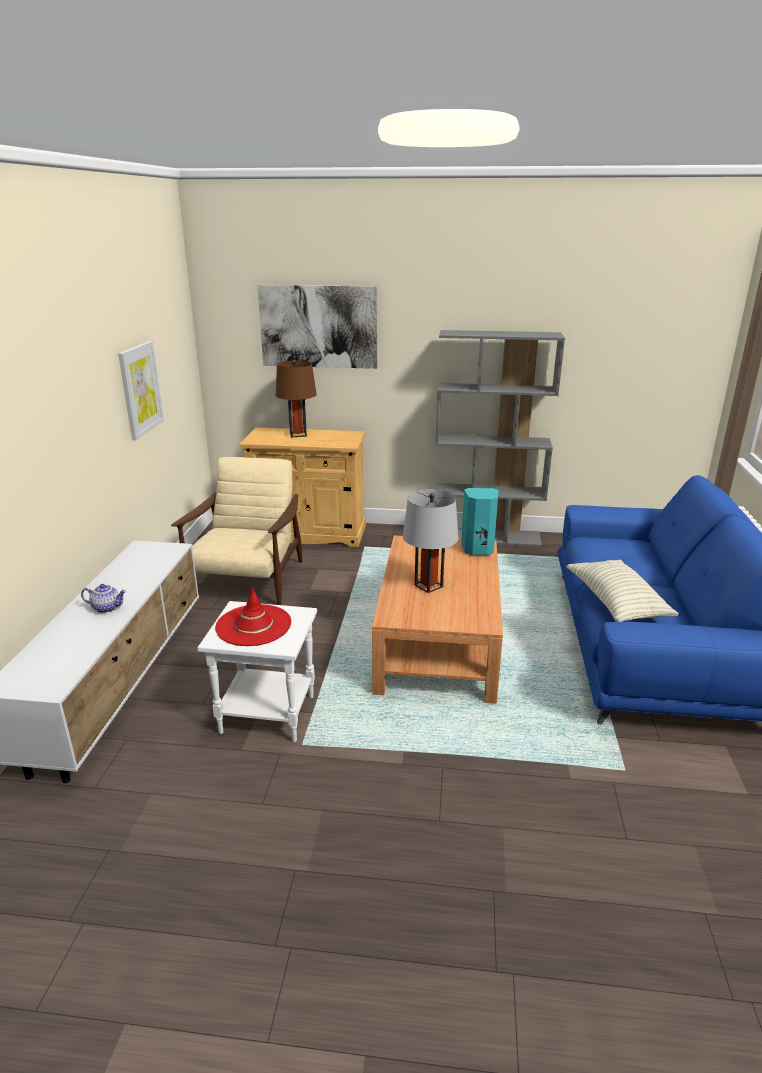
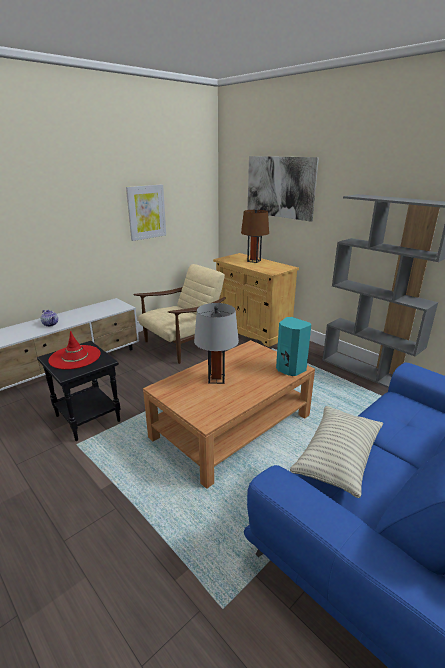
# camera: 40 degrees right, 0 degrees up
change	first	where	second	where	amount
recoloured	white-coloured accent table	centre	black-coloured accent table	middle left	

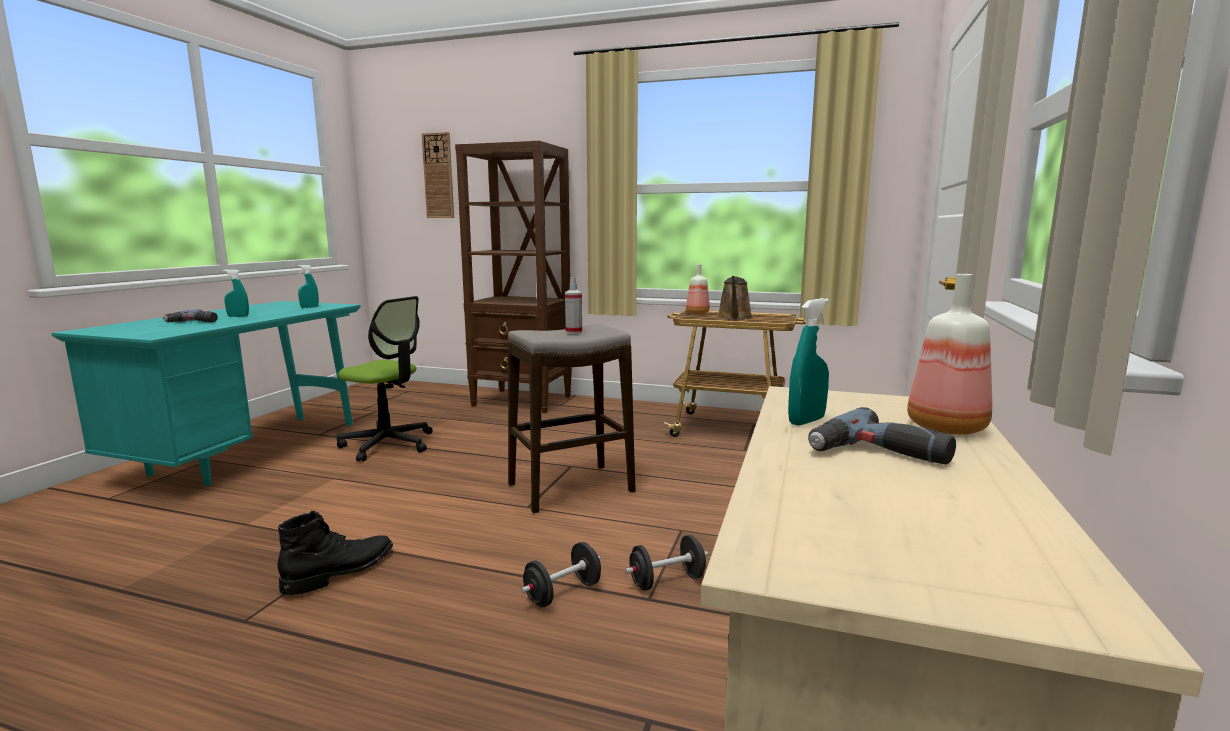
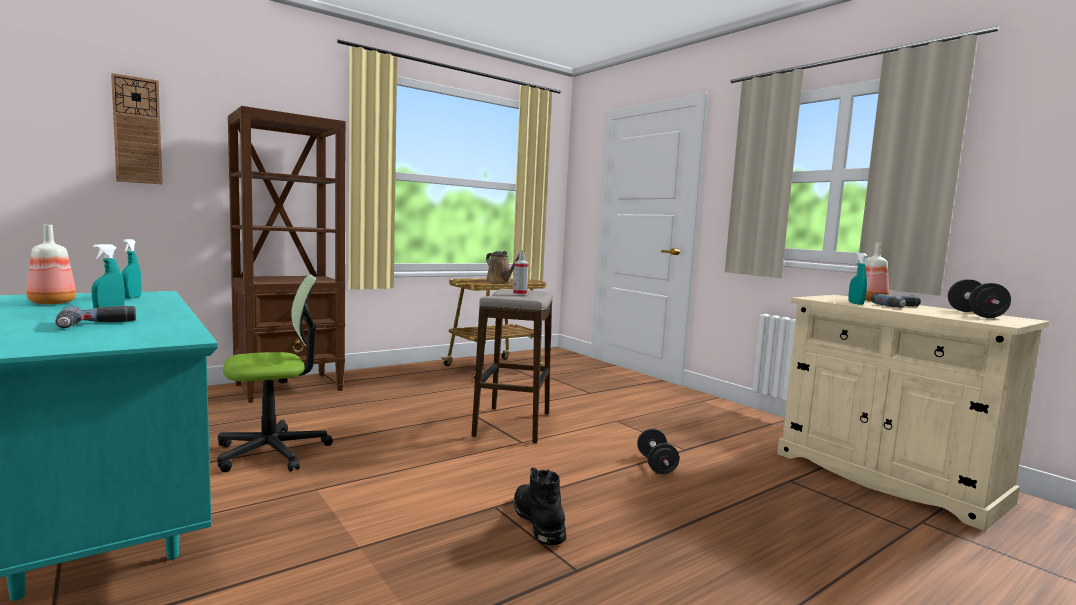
# camera: 55 degrees left, 5 degrees down
change	first	where	second	where	amount
moved	drink bottle (1st from left)	centre		middle left	
moved	black-coloured dumbbell (2nd from left)	bottom centre		middle right	

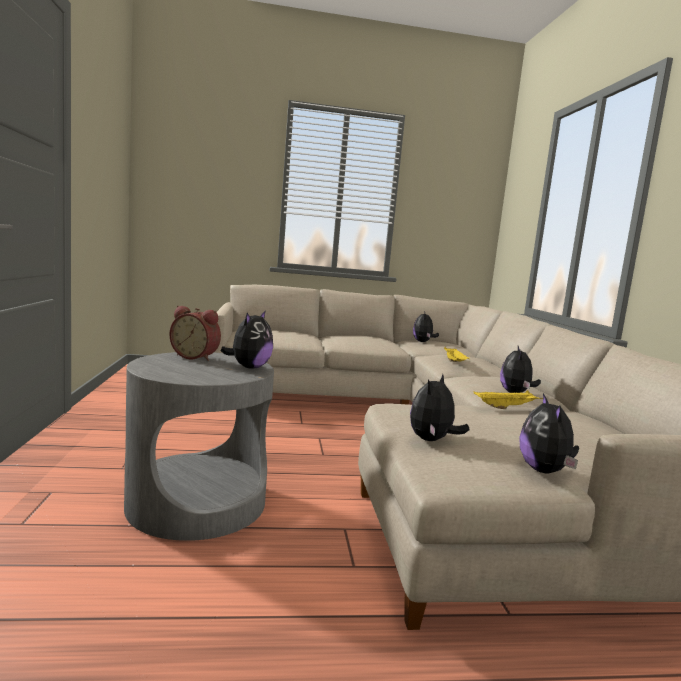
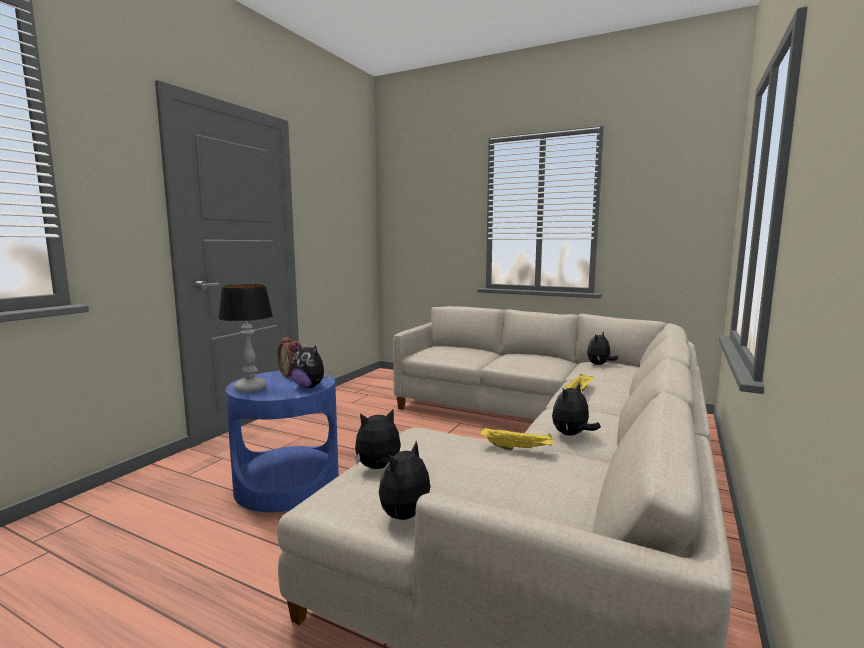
# camera: 35 degrees right, 0 degrees up
change	first	where	second	where	amount
added			table lamp	middle left	
recoloured	gray accent table	middle left	bluish accent table	bottom left	
turned	soft toy (1st from left)	centre		centre	60 degrees clockwise

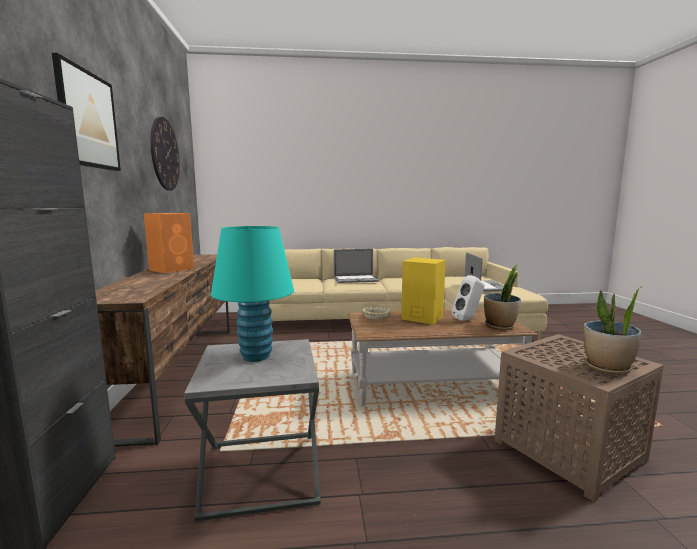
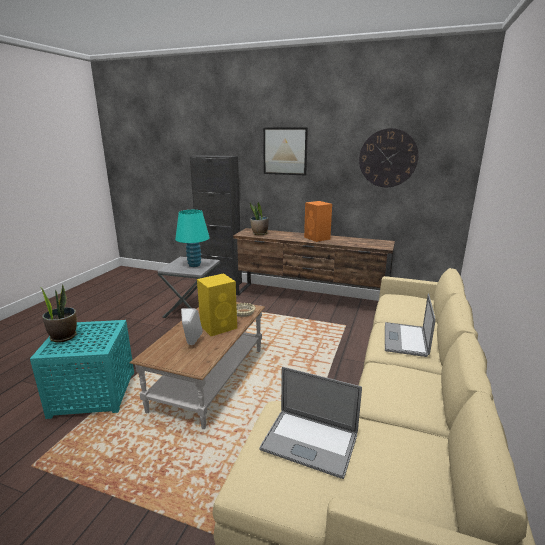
# camera: 115 degrees right, 10 degrees up
change	first	where	second	where	amount
recoloured	brown-coloured accent table	bottom right	blue-green accent table	bottom left	
moved	houseplant (1st from left in the first image)	middle right	houseplant (2nd from left)	centre	

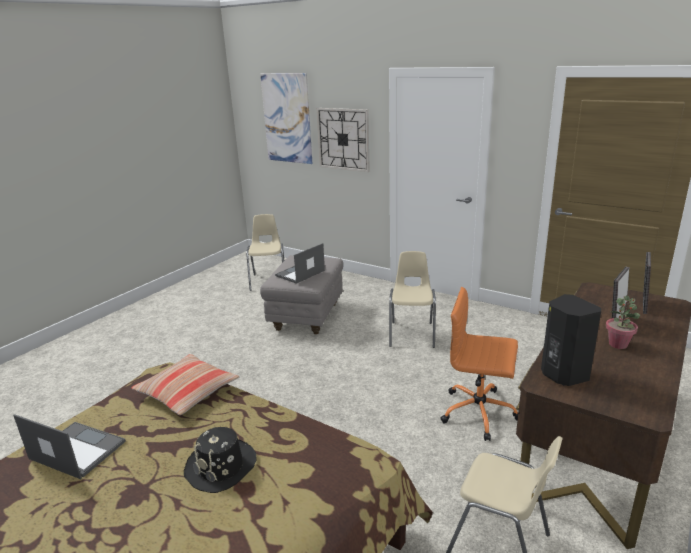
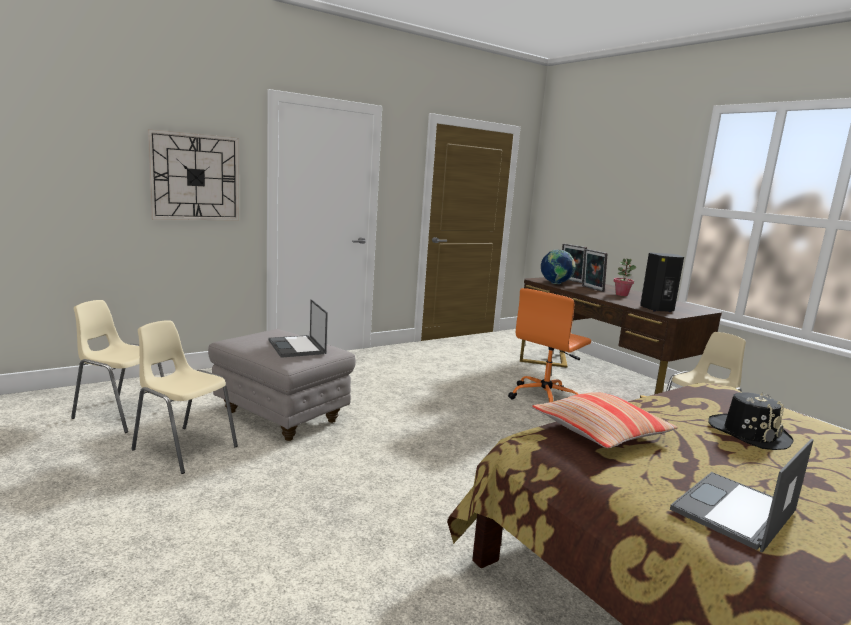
# camera: 70 degrees left, 10 degrees down
change	first	where	second	where	amount
moved	sand-coloured chair (2nd from left)	centre		middle left	
added			desk globe	centre	
removed	picture	top centre			

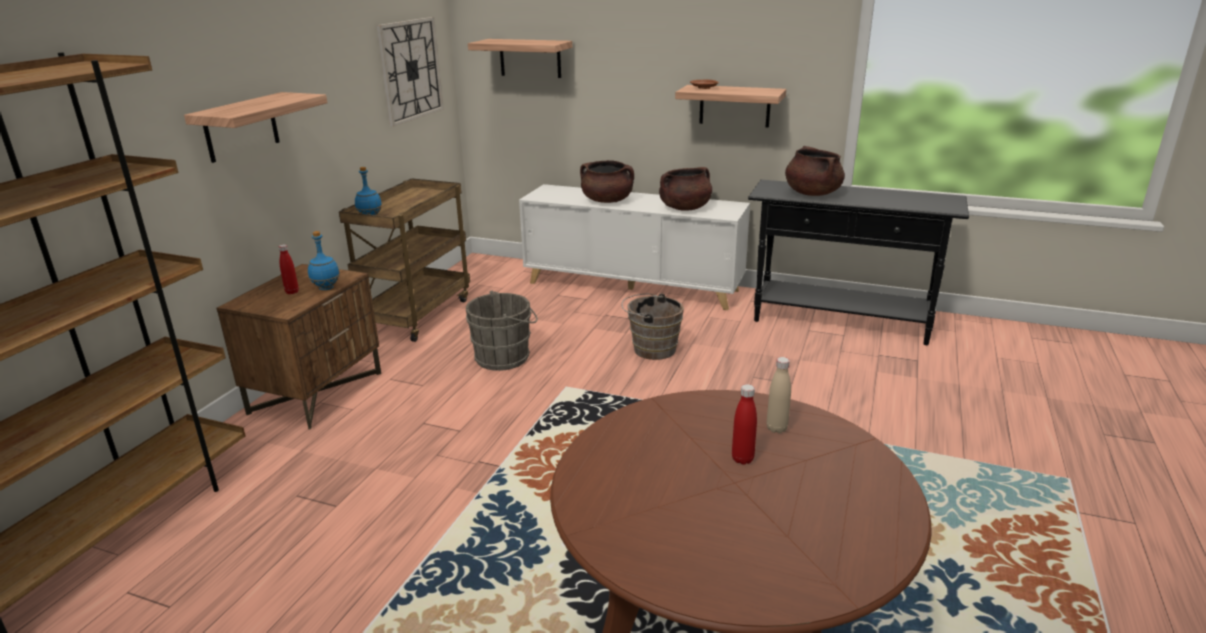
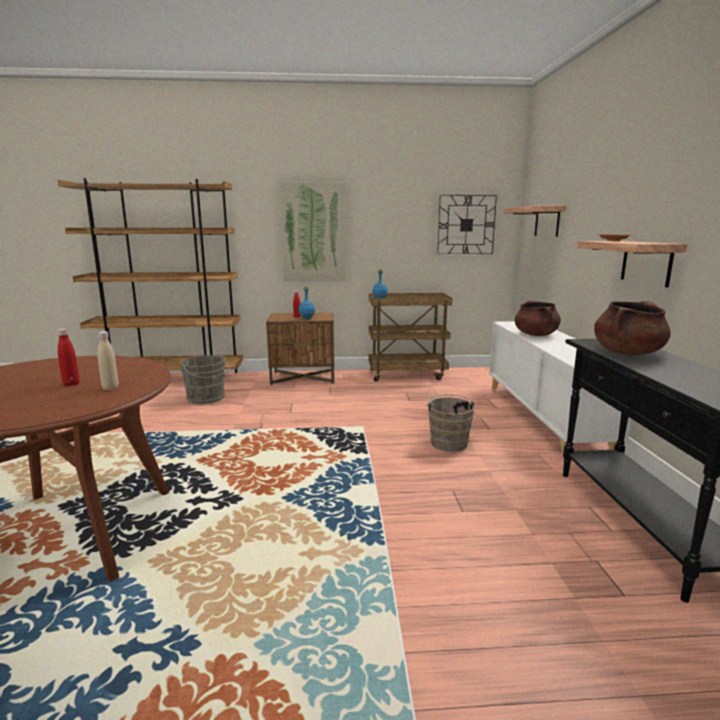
# camera: 65 degrees right, 10 degrees down
change	first	where	second	where	amount
moved	gray bucket	centre		middle left	
replaced	wall shelf (1st from left)	top left	picture	top centre	
removed	brown-coloured stockpot (2nd from left)	top centre			

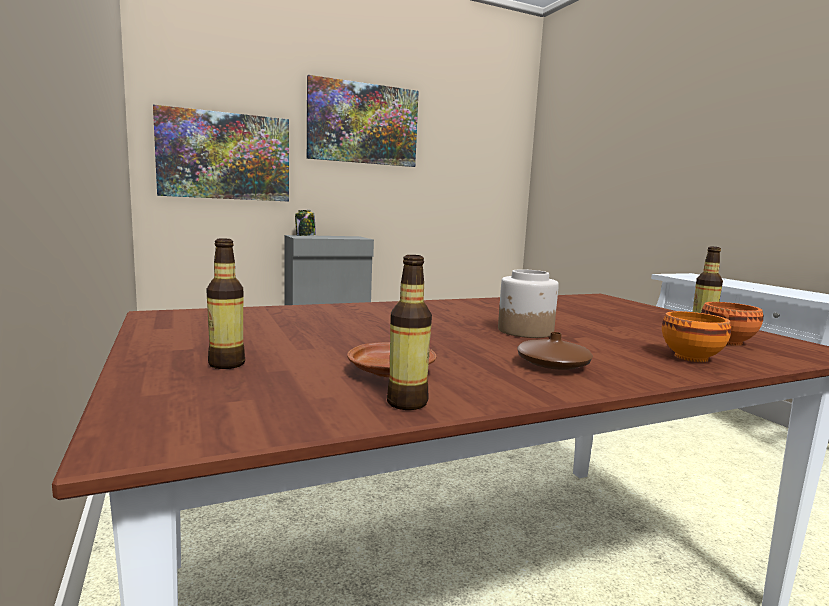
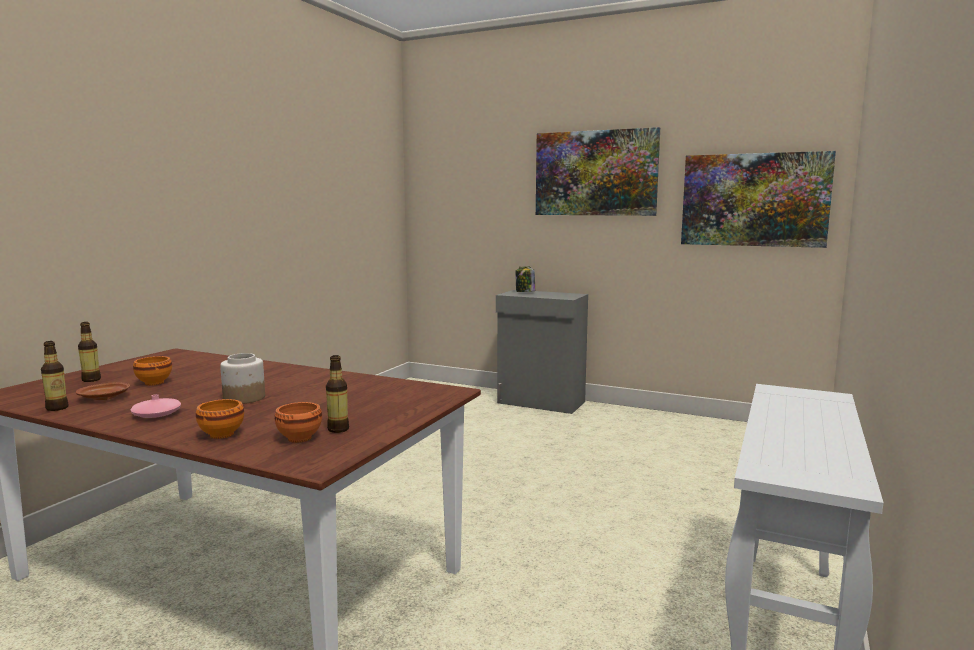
# camera: 50 degrees right, 0 degrees up
change	first	where	second	where	amount
recoloured	brown-coloured vase	middle right	pink-coloured vase	middle left	
added			orange-coloured deep dish (1st from left)	middle left	
moved	picture (1st from left in the first image)	top left	picture (2nd from left)	top right	

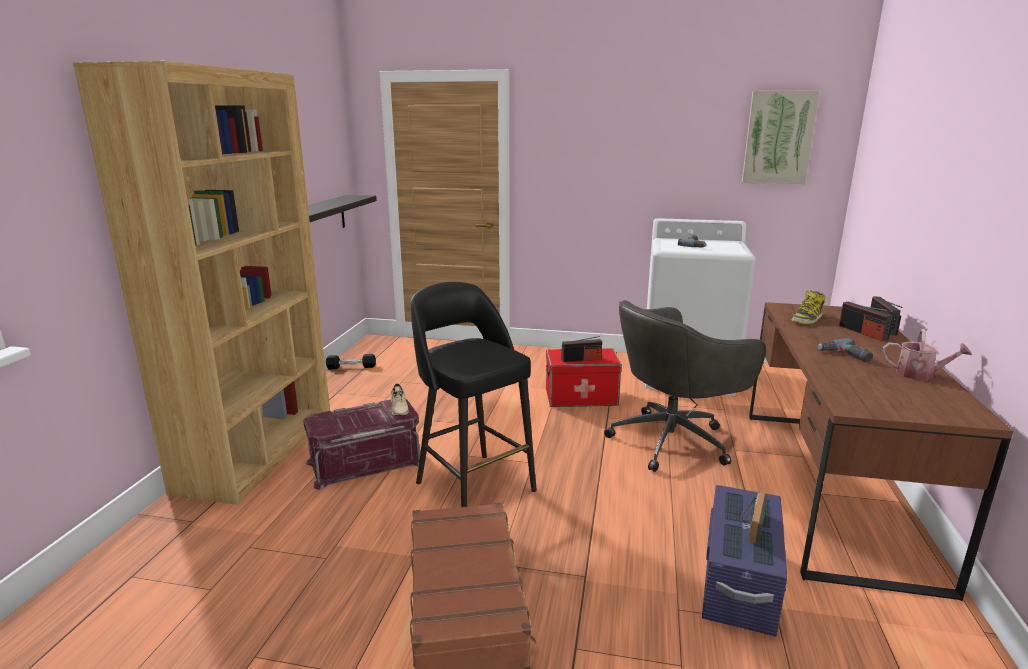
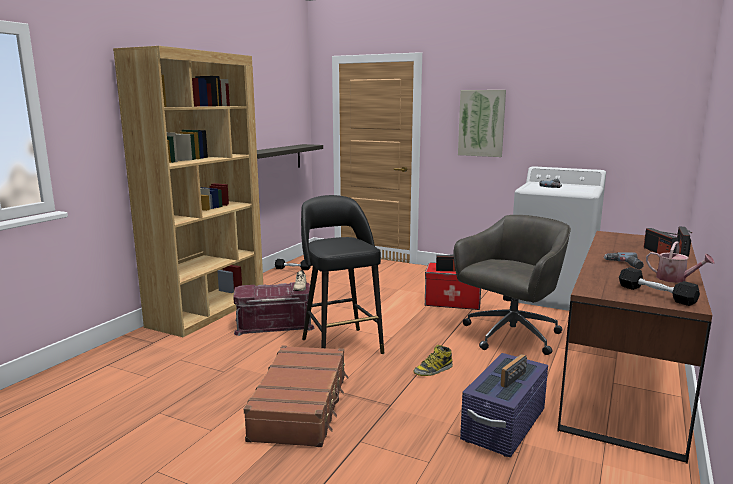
# camera: 15 degrees right, 5 degrees down
change	first	where	second	where	amount
moved	high-top boot	middle right		bottom centre	
turned	gray desk chair	centre		middle right	150 degrees clockwise
moved	picture	top right		top centre	
added			black-coloured dumbbell (2nd from left)	middle right	

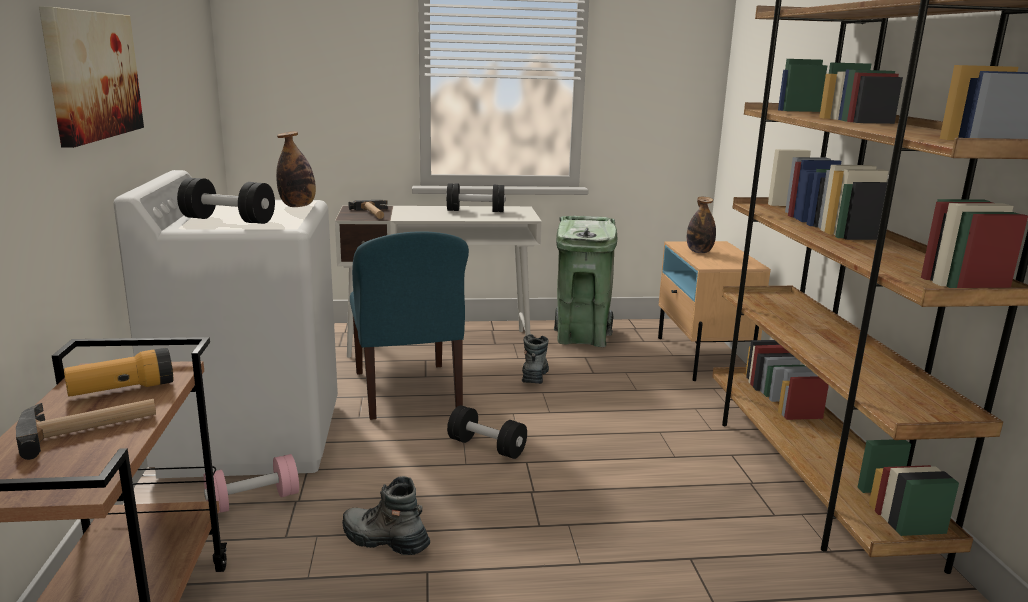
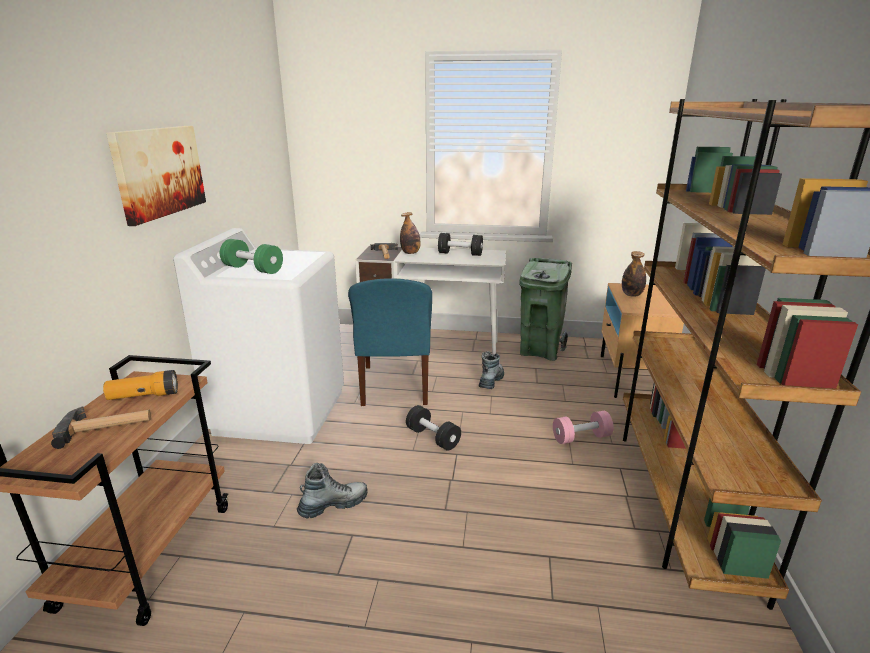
# camera: 15 degrees right, 5 degrees up
change	first	where	second	where	amount
recoloured	black-coloured dumbbell (1st from left)	middle left	greenish dumbbell	middle left	
turned	high-top boot (1st from left)	bottom centre		bottom centre	105 degrees clockwise
moved	drink bottle (1st from left)	top left		centre	
moved	pink-coloured dumbbell	bottom left		middle right	

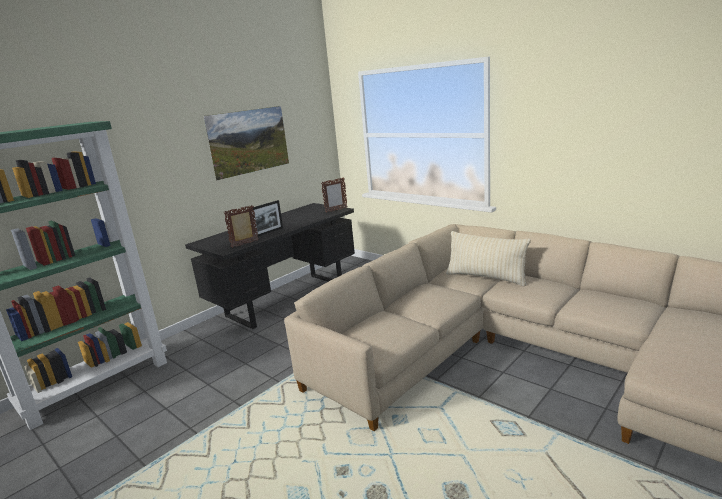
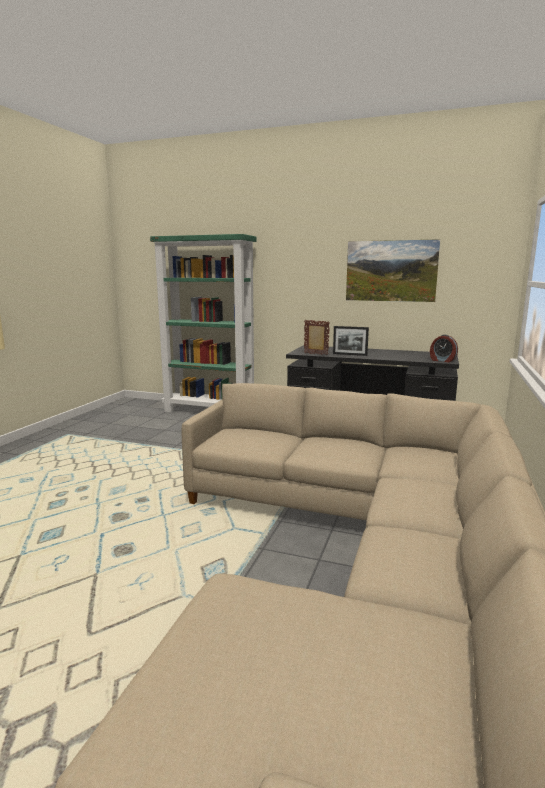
# camera: 65 degrees right, 5 degrees down
change	first	where	second	where	amount
replaced	standing frame (3rd from left)	centre	alarm clock	middle right	
removed	sand-coloured pillow	middle right			

